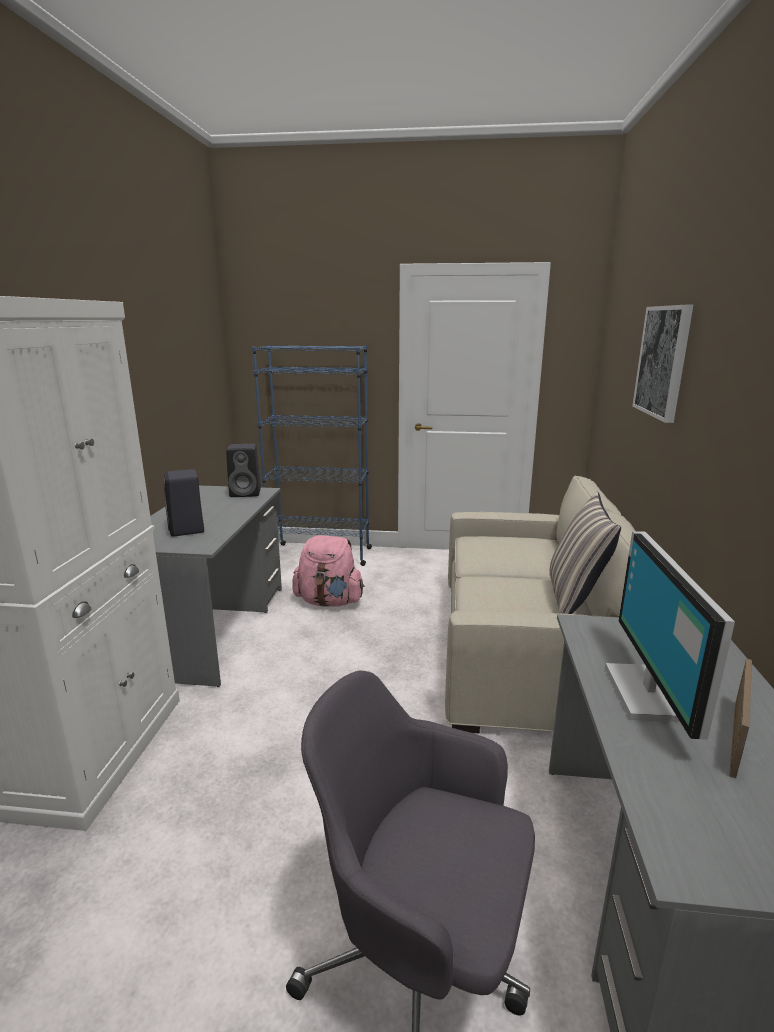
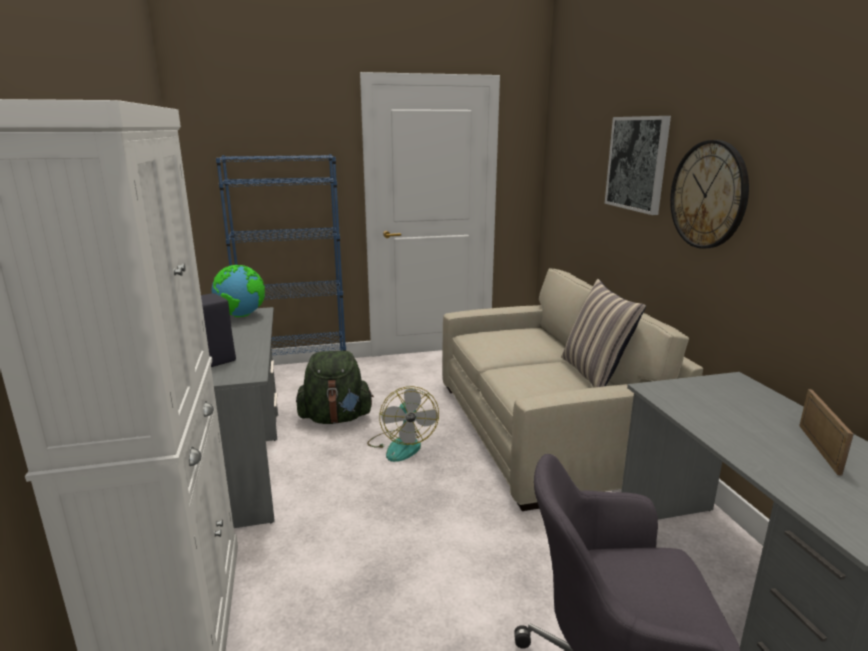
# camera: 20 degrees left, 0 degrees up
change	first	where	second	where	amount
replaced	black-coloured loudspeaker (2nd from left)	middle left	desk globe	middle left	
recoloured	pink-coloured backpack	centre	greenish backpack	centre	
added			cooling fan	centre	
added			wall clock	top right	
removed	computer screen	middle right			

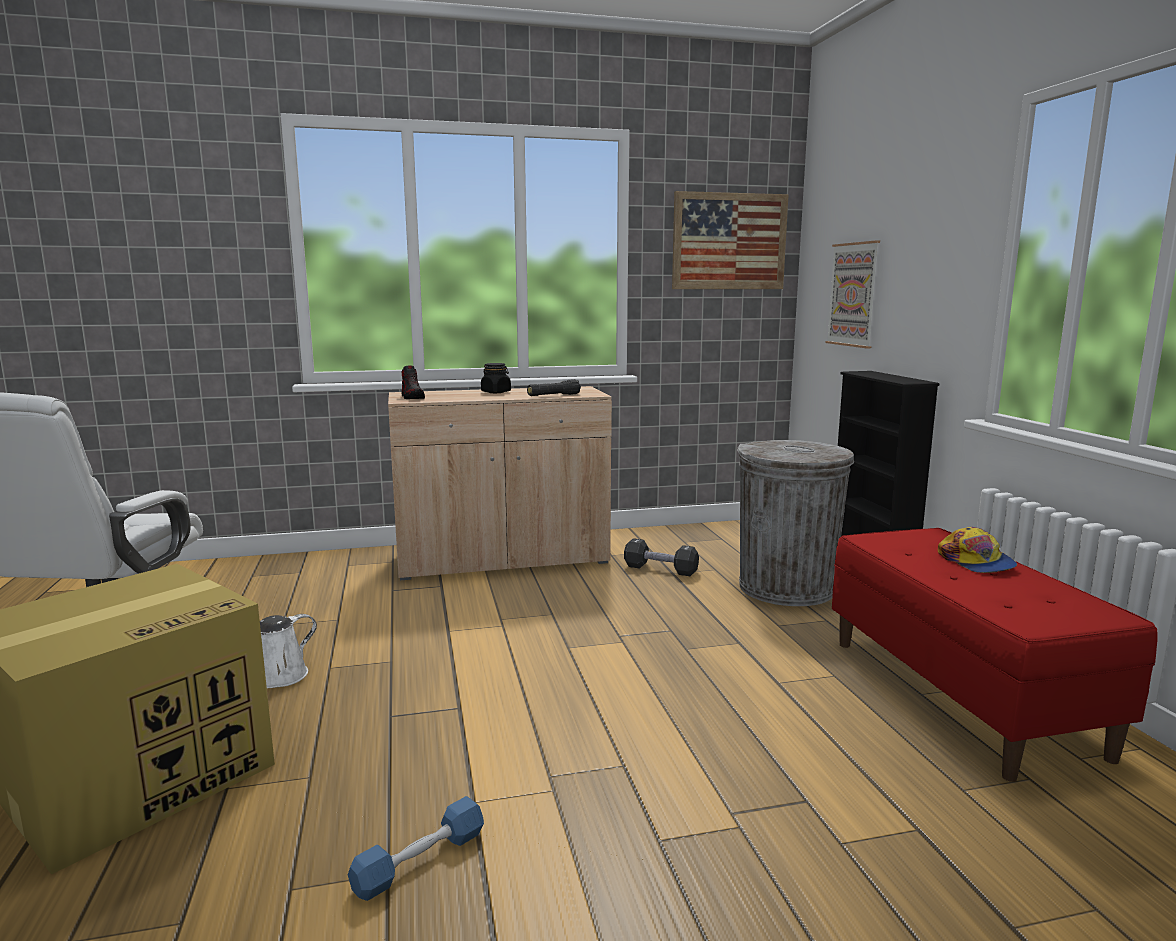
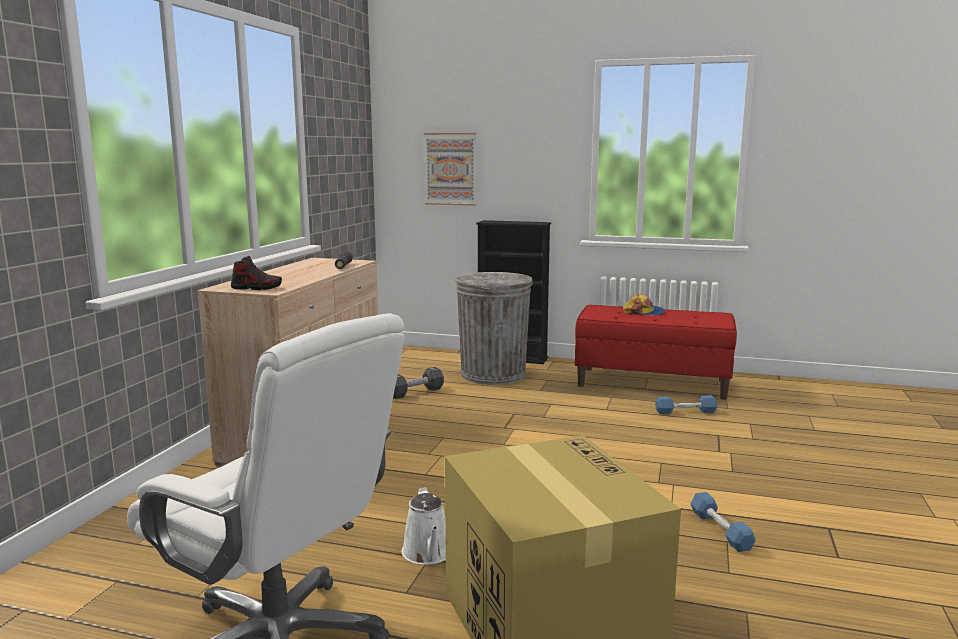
# camera: 60 degrees left, 0 degrees up
change	first	where	second	where	amount
added			bluish dumbbell (1st from left)	middle right	
removed	black-coloured jar	centre			
removed	picture (1st from left)	top centre			

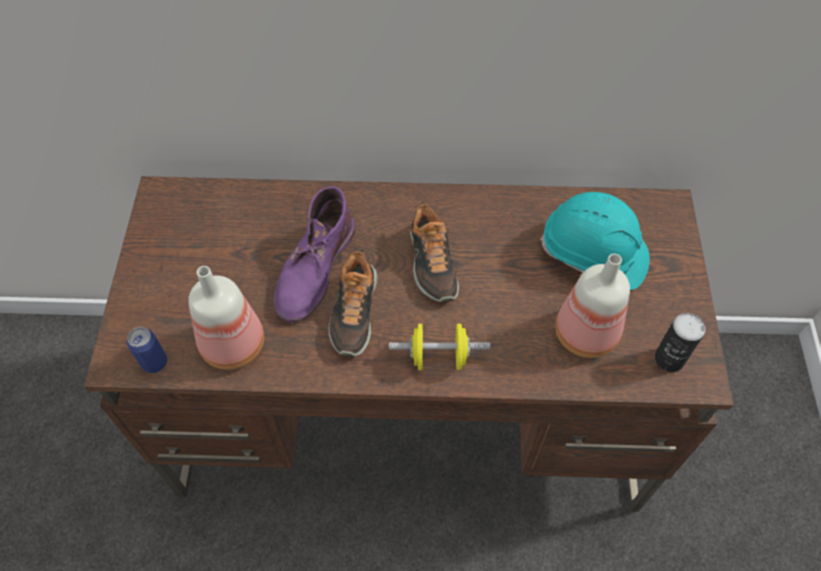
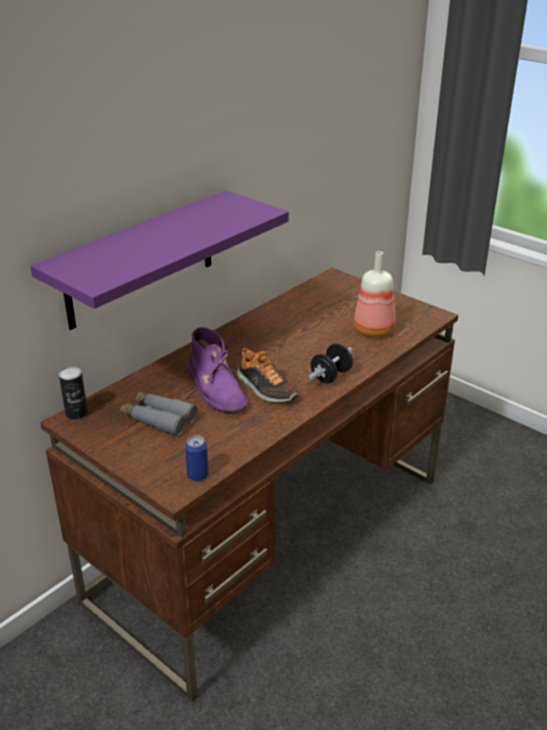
# camera: 50 degrees left, 25 degrees down
change	first	where	second	where	amount
added			purplish wall shelf	middle left	
moved	can (2nd from left in the first image)	middle right	can (1st from left)	middle left	
added			gray binoculars	middle left	
recoloured	yellowish dumbbell	centre	black-coloured dumbbell	centre	
removed	drink bottle (1st from left)	middle left			
removed	shoe (2nd from left)	centre			
removed	blue-green hard hat	middle right			

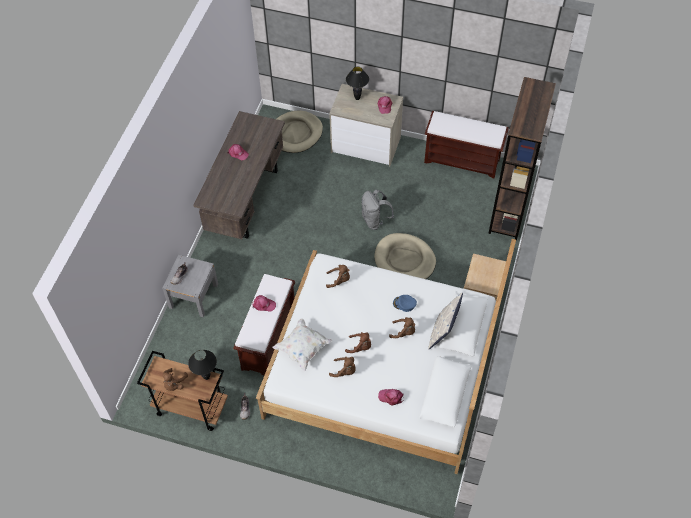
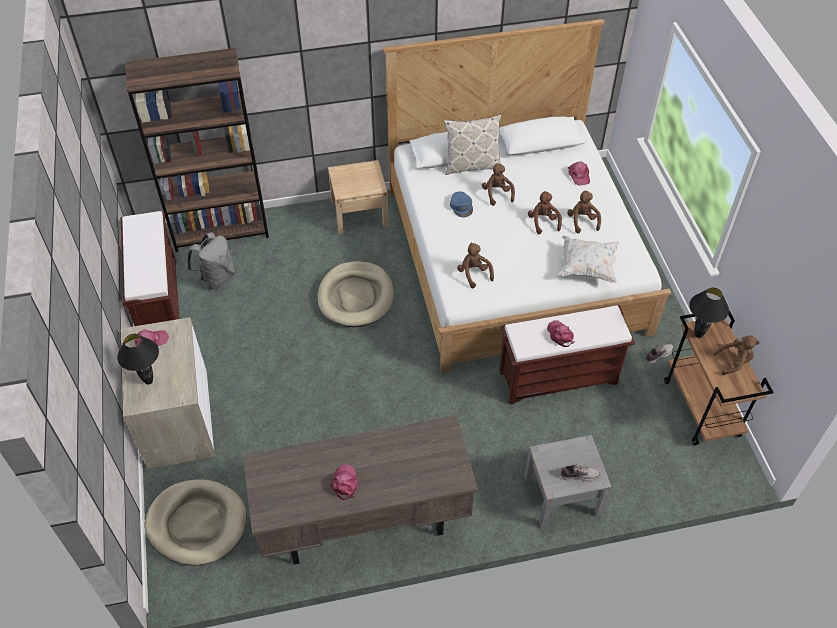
# camera: 120 degrees left, 5 degrees down
change	first	where	second	where	amount
moved	gray backpack	centre		middle left	

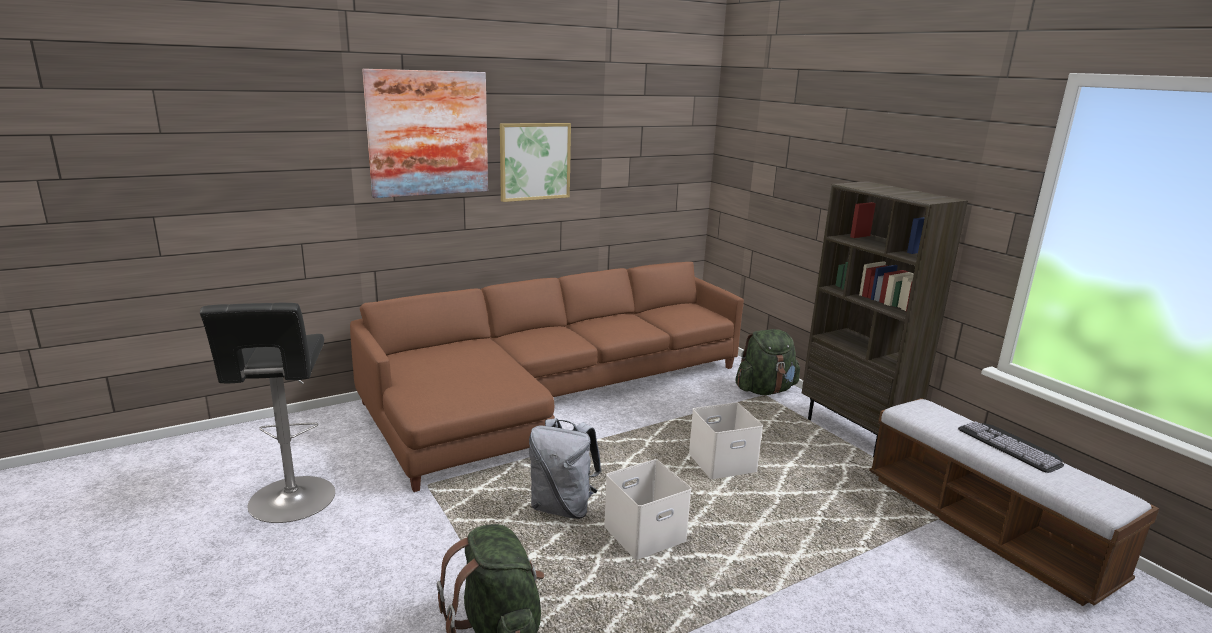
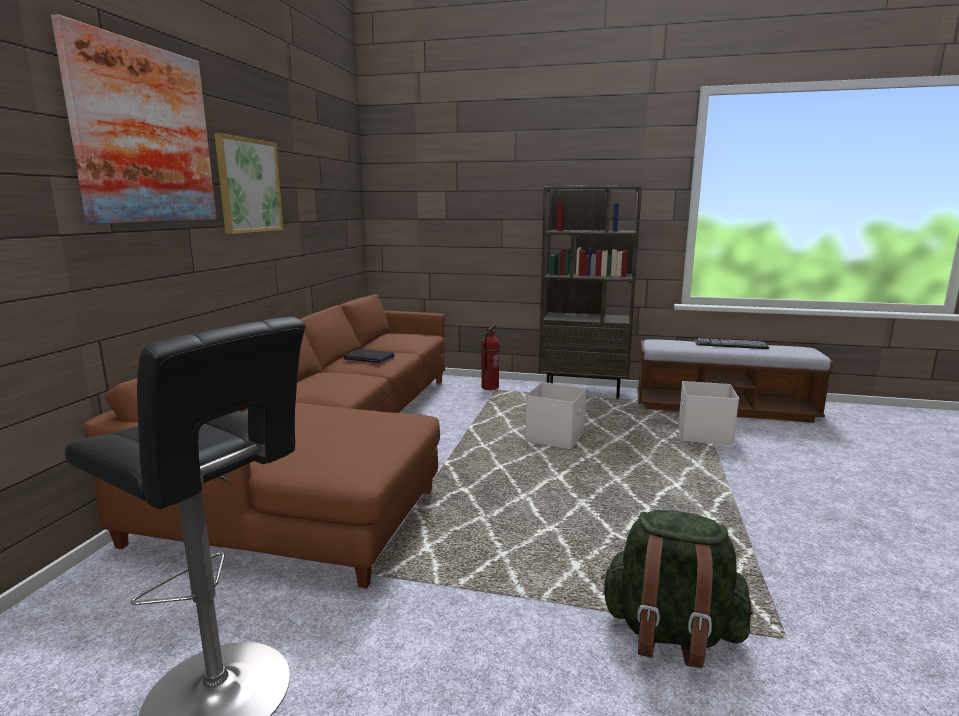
# camera: 45 degrees left, 5 degrees down
change	first	where	second	where	amount
added			notebook computer	centre	
replaced	greenish backpack (2nd from left)	centre	extinguisher	centre	
moved	white-coloured storage bin (1st from left in the first image)	bottom centre	white-coloured storage bin (2nd from left)	middle right	
removed	gray backpack	bottom centre			

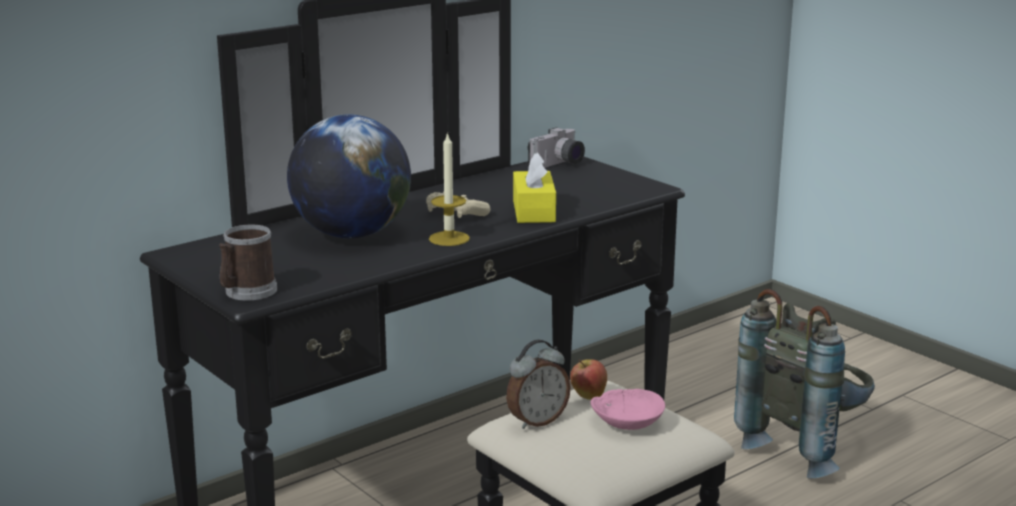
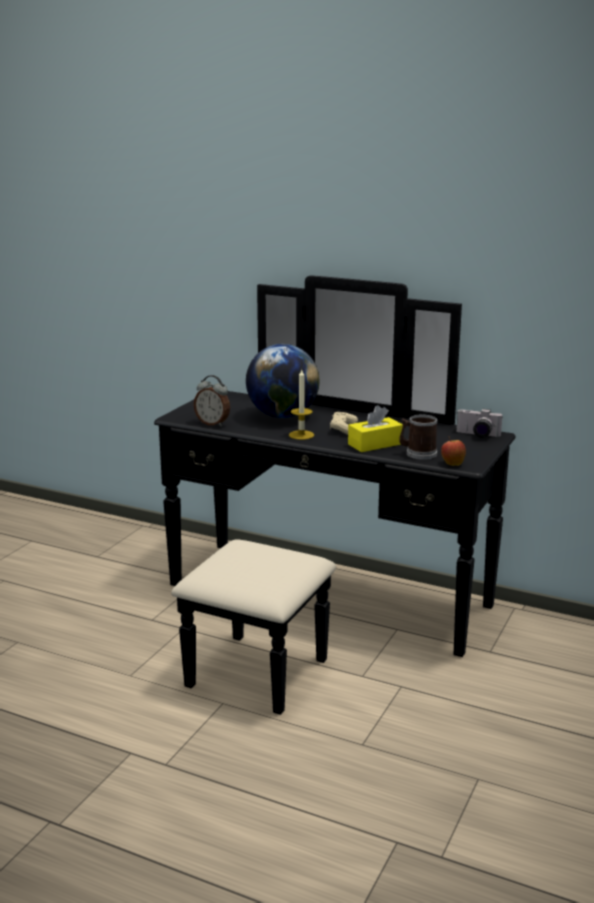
# camera: 65 degrees right, 0 degrees up
change	first	where	second	where	amount
moved	alarm clock	bottom centre		centre	
moved	coffee mug	middle left		middle right	
moved	apple	bottom centre		middle right	
removed	pink-coloured deep dish	bottom centre			
removed	gray backpack	bottom right			

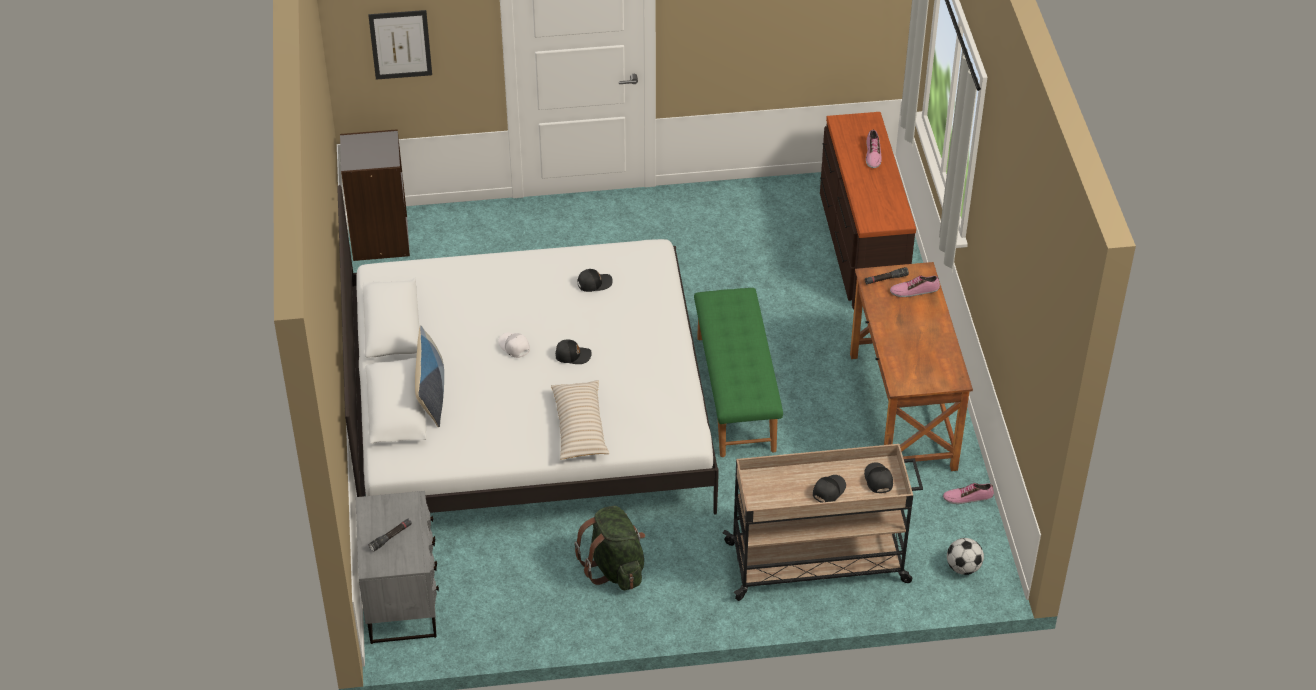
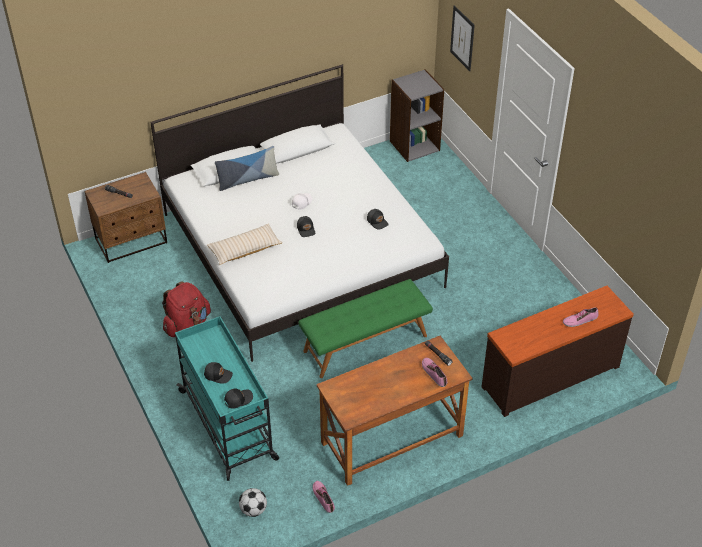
# camera: 70 degrees right, 0 degrees up
change	first	where	second	where	amount
recoloured	gray night table	bottom left	brown-coloured night table	middle left	
recoloured	greenish backpack	bottom centre	red backpack	middle left	
recoloured	sand-coloured trolley	bottom centre	blue-green trolley	bottom left	

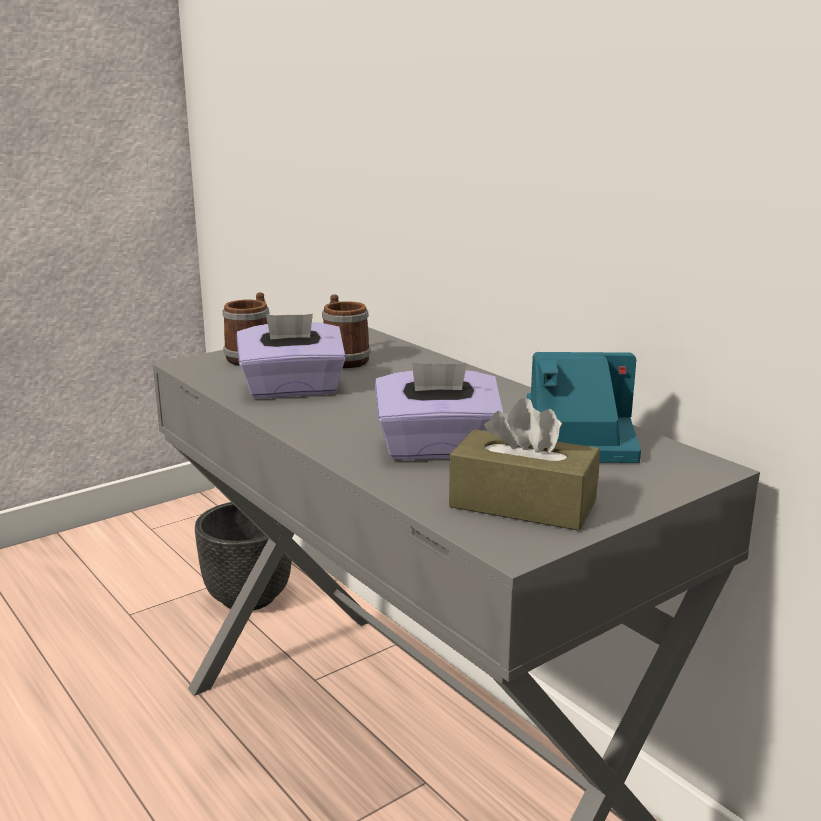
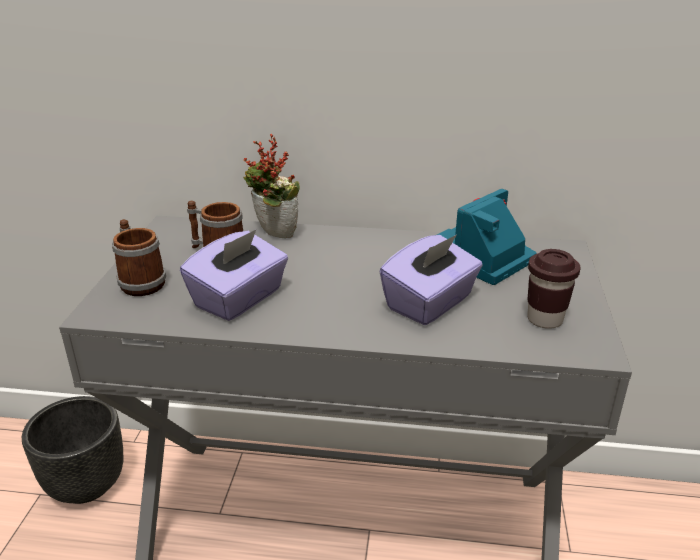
# camera: 45 degrees left, 10 degrees up
change	first	where	second	where	amount
added			houseplant	top centre	
replaced	brown-coloured tissue box	centre	brown-coloured cup	middle right	

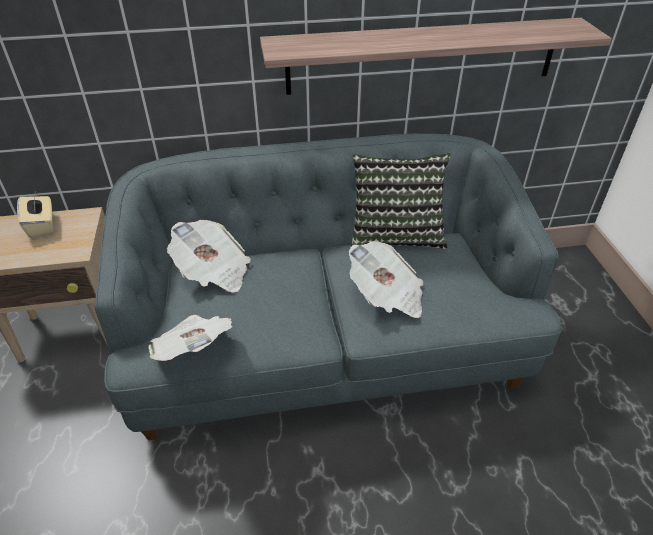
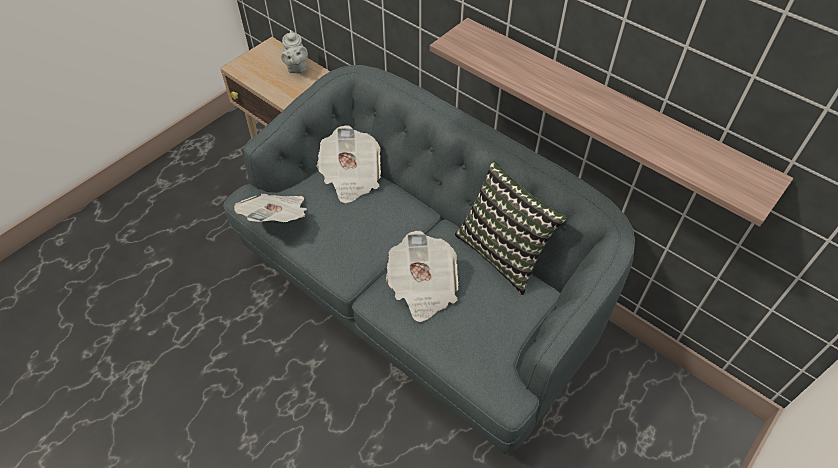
# camera: 50 degrees right, 10 degrees up
change	first	where	second	where	amount
replaced	sand-coloured tissue box	middle left	gray tea pot	top centre	

